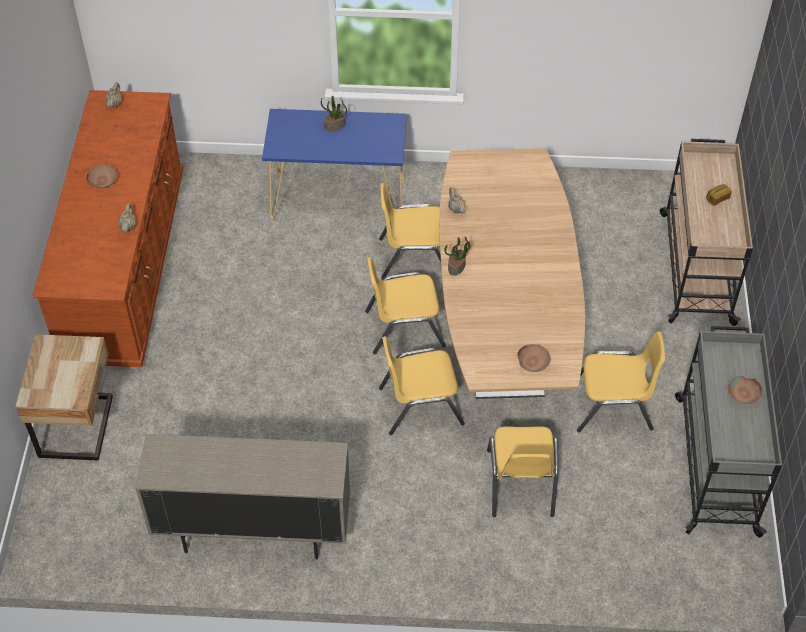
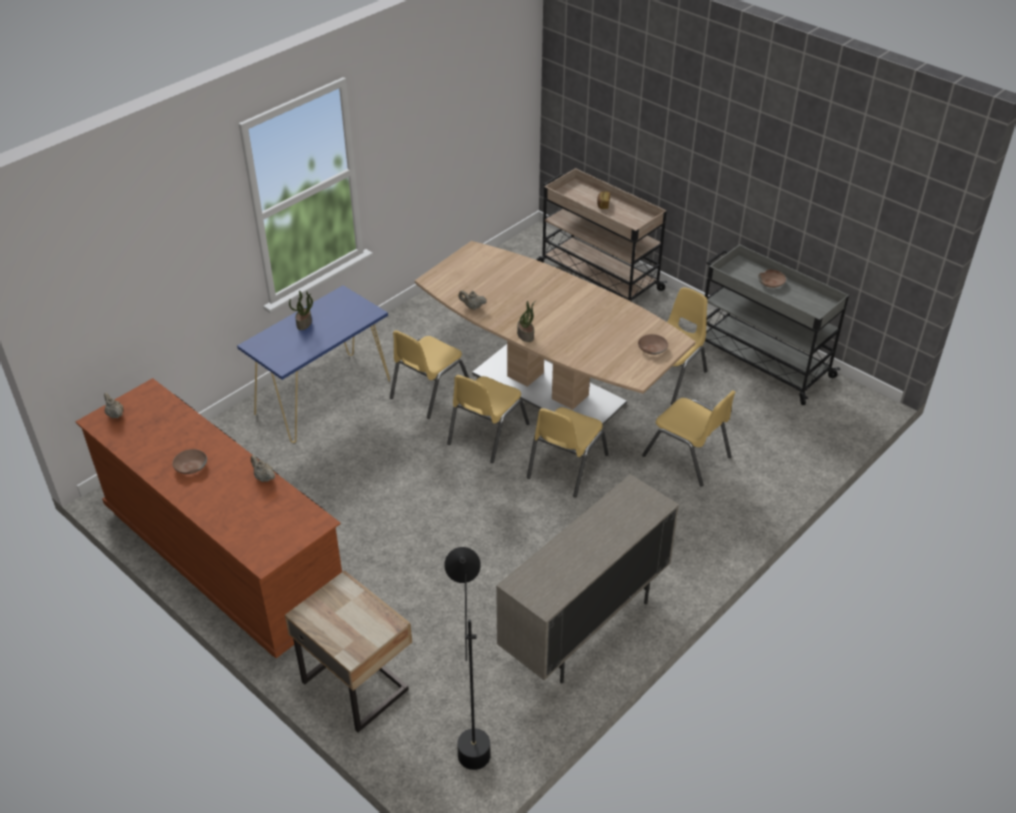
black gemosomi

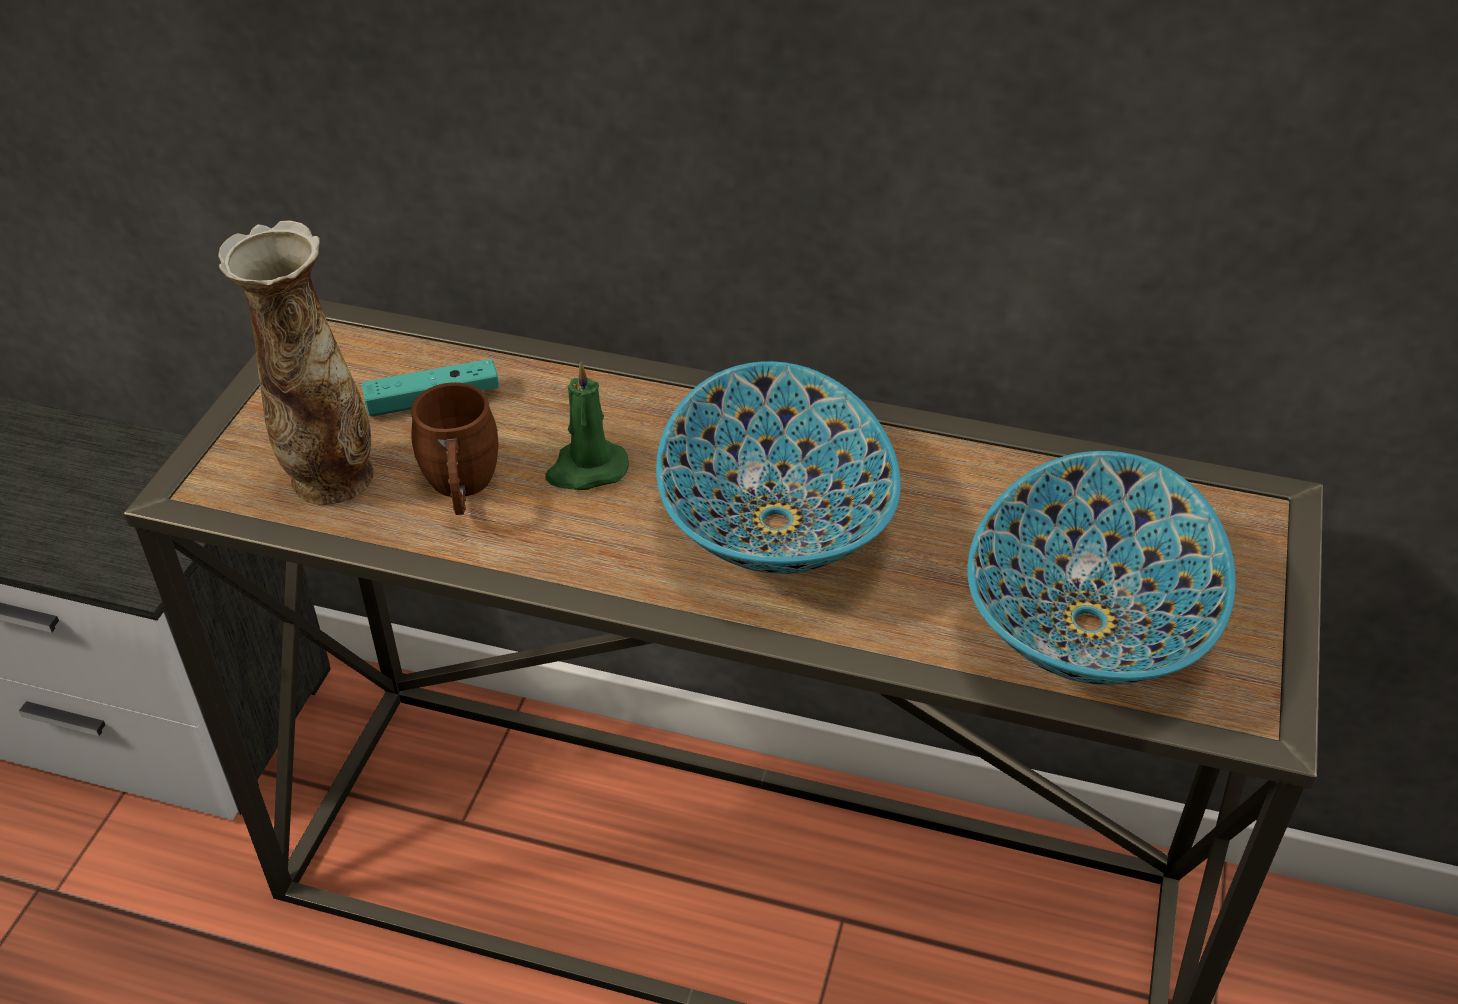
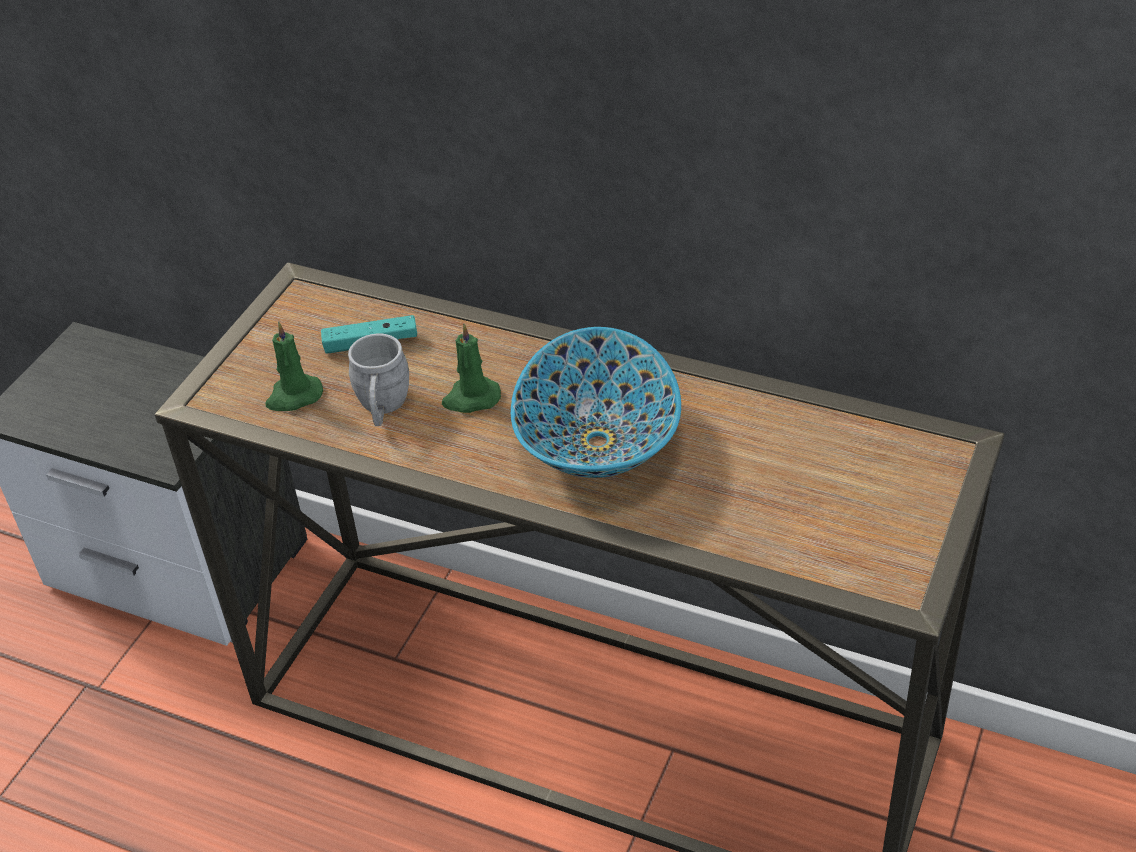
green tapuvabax (1st from left); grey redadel; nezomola (2nd from left in the first image)

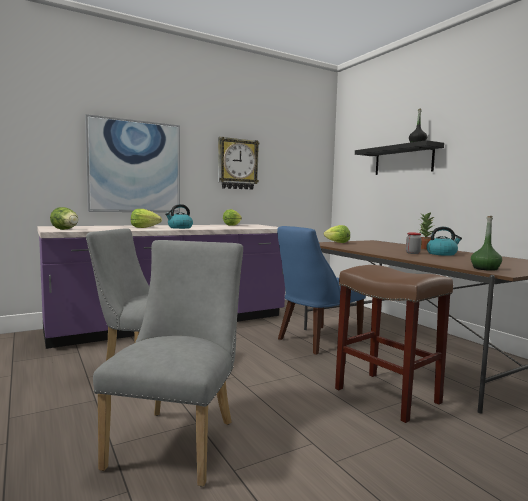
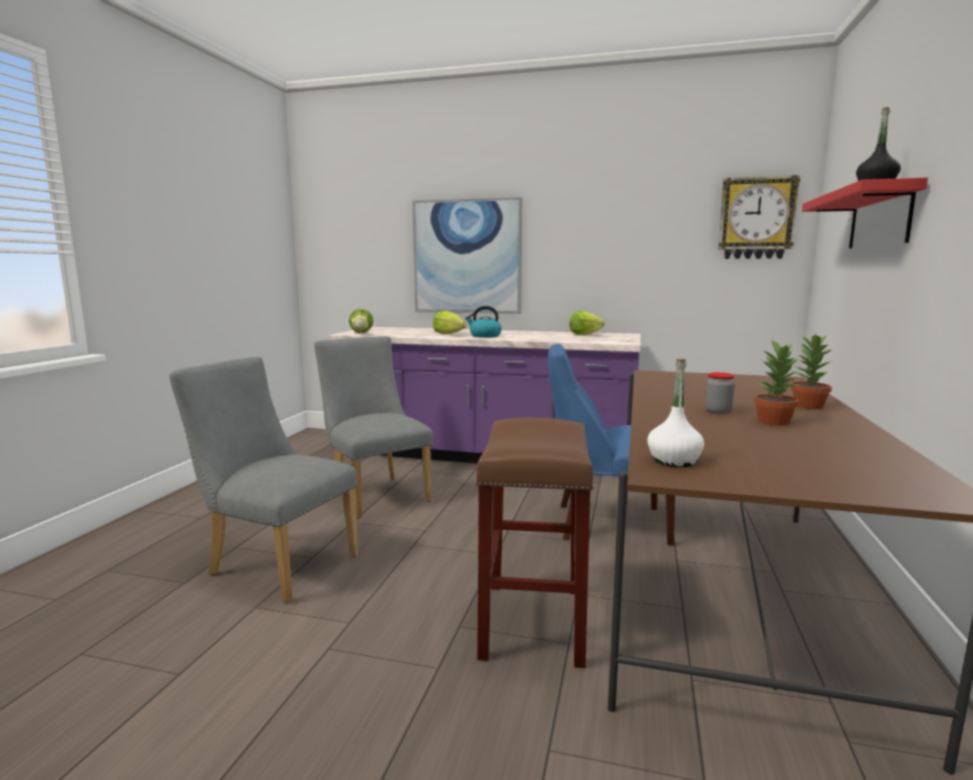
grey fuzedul (1st from left); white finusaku; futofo; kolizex (1st from left); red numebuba; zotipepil (4th from left in the first image)

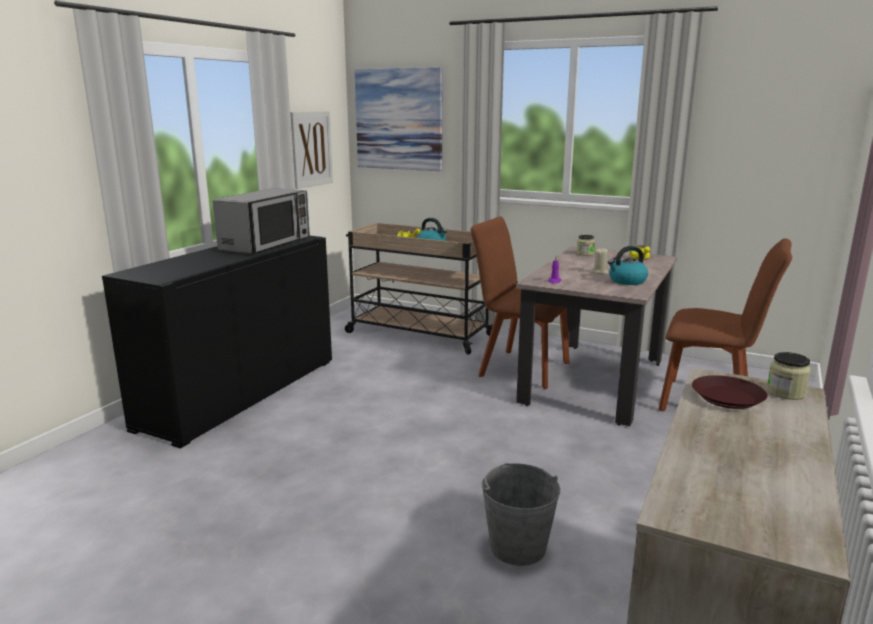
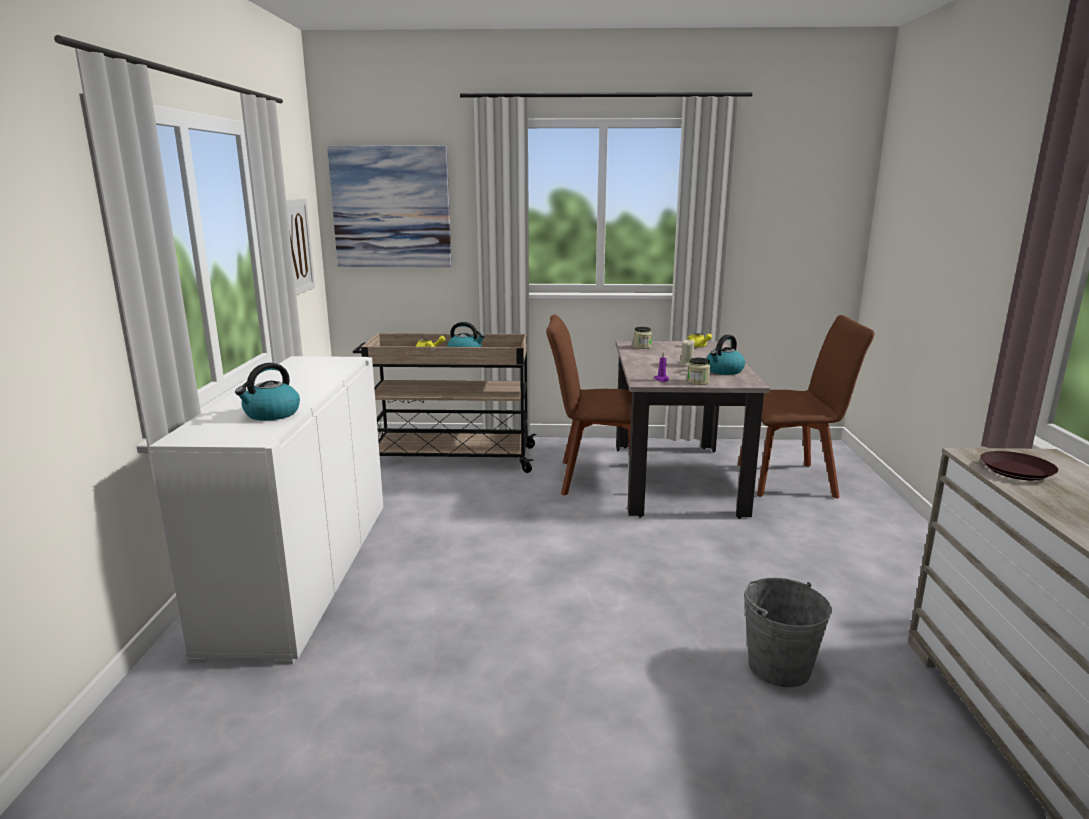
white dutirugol; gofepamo (1st from left); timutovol (2nd from left); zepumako

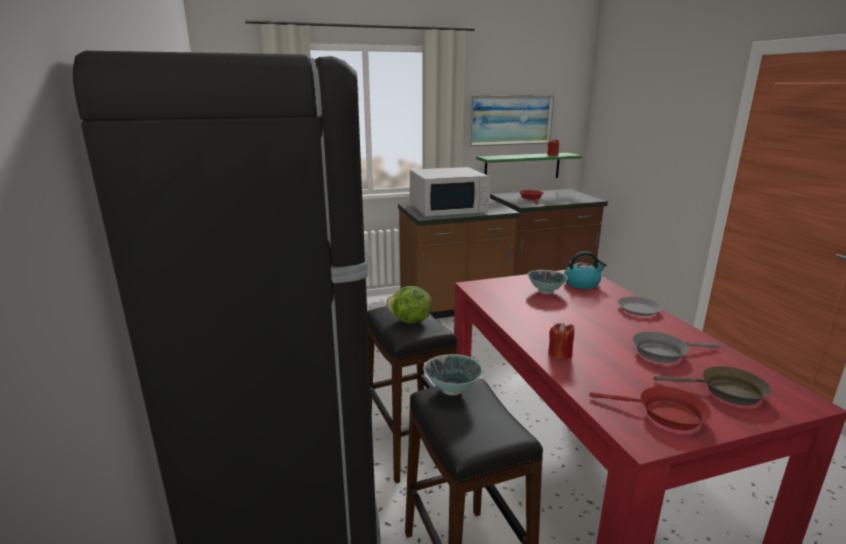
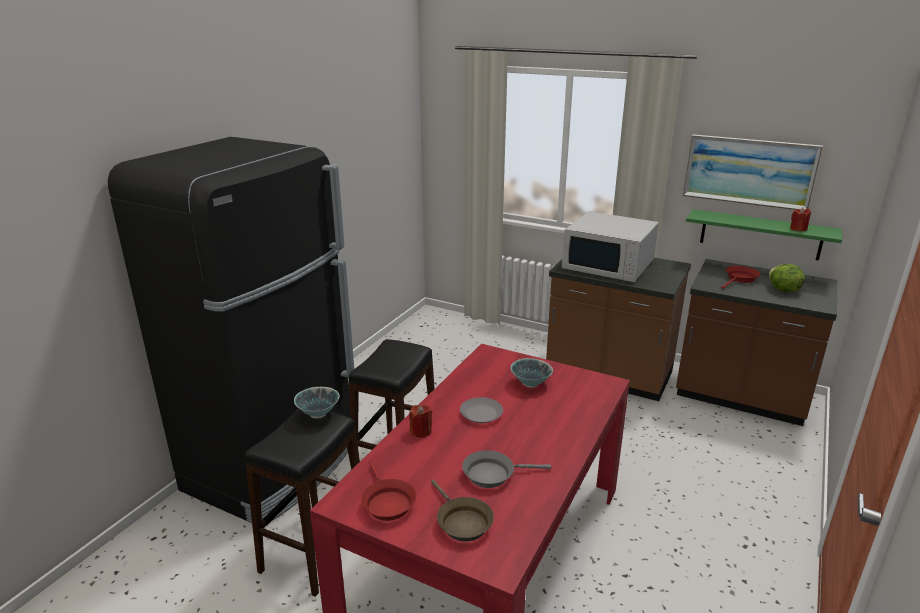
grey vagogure; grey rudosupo; zotipepil; gofepamo

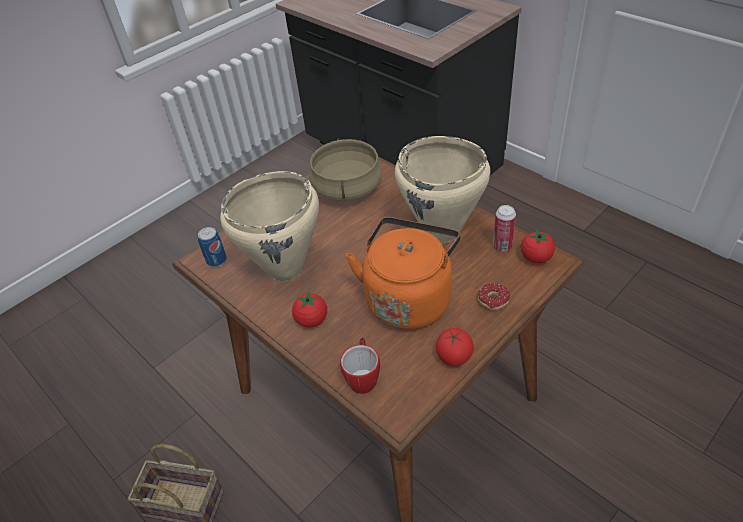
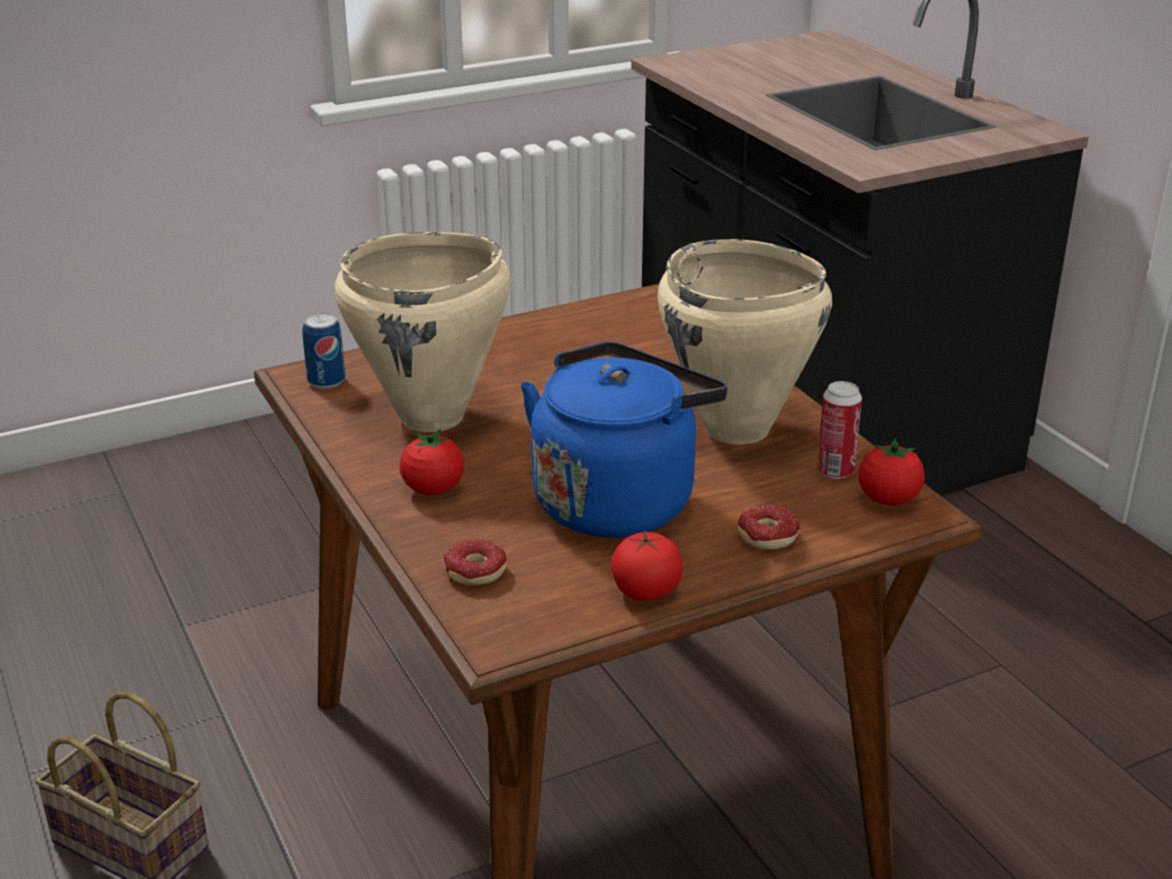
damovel (1st from left); blue gofepamo; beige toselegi (2nd from left in the first image)

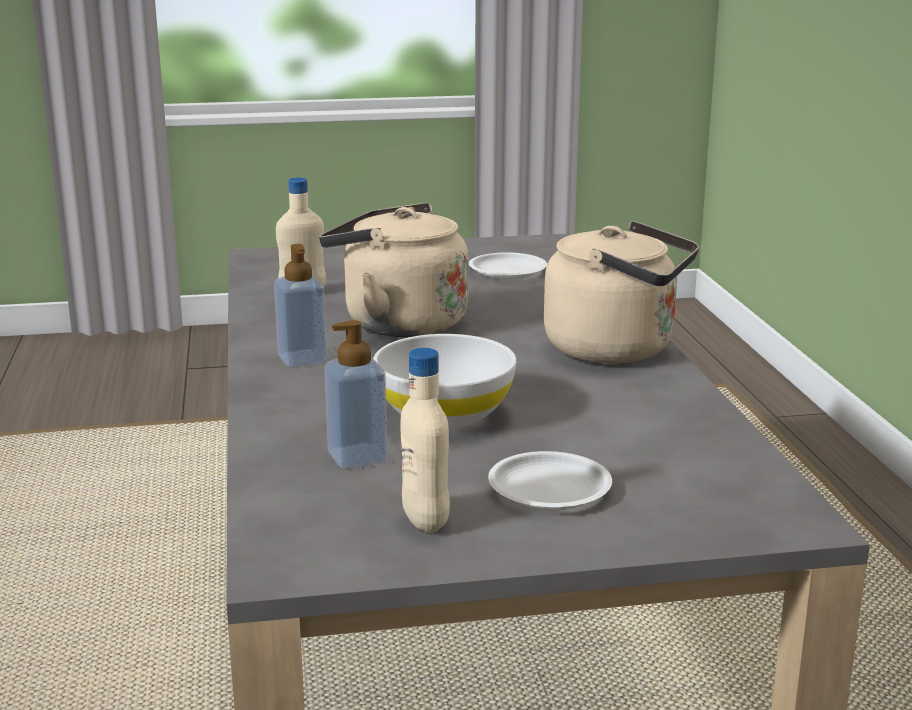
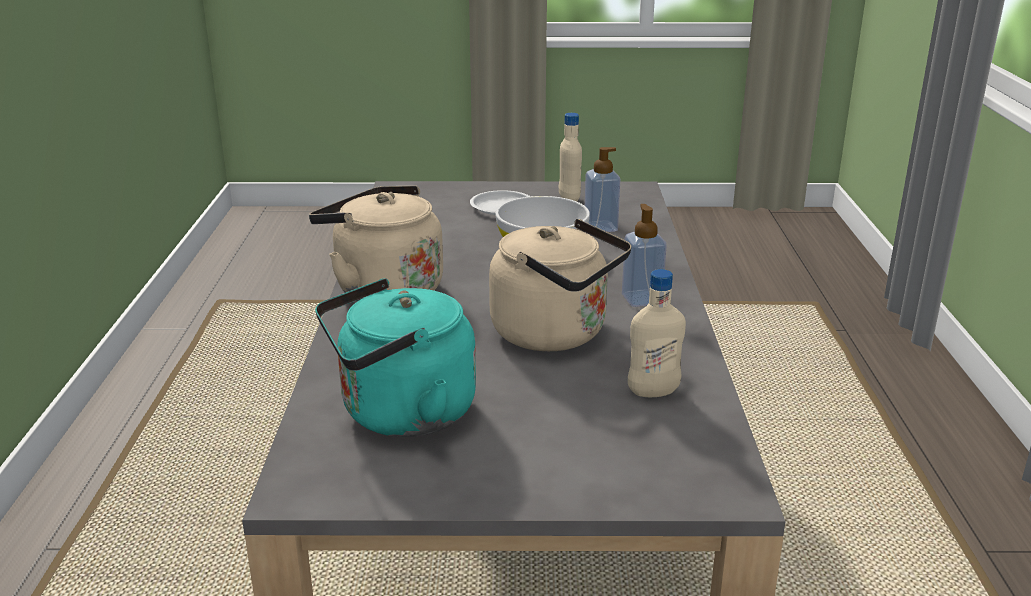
turquoise gofepamo

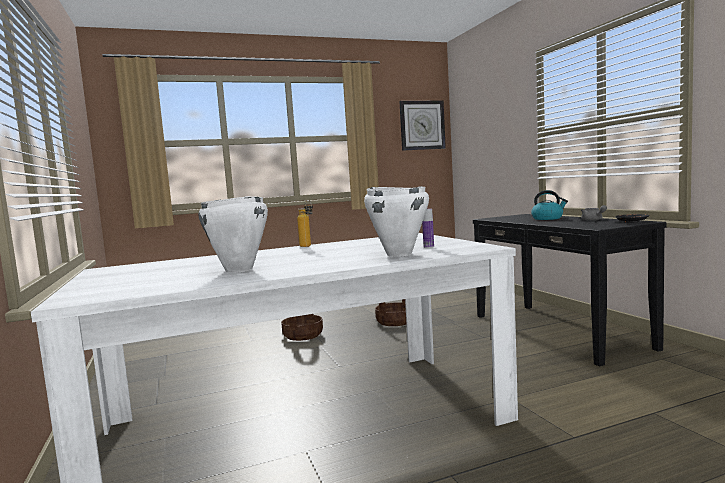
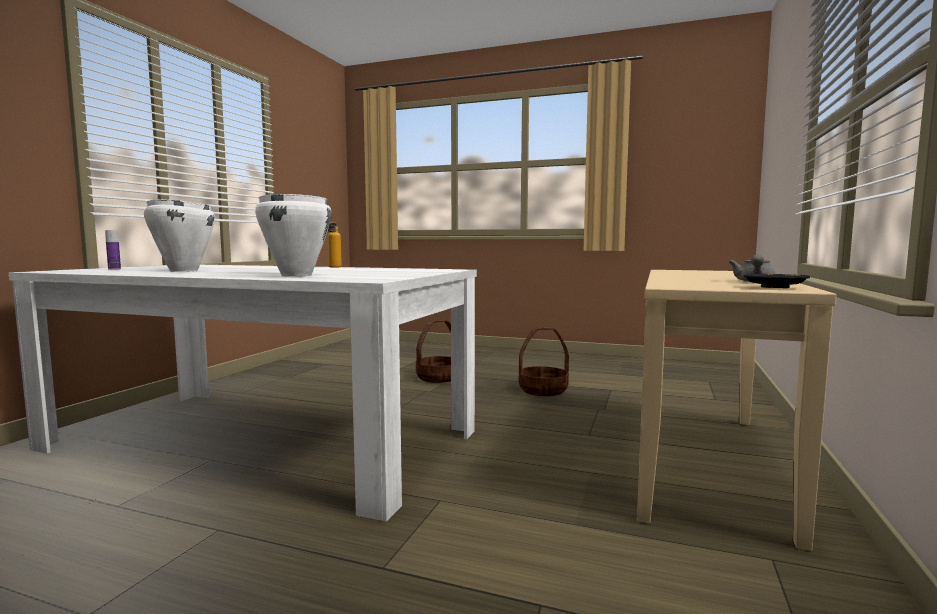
finusaku (1st from left); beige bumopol; futofo; gofepamo

